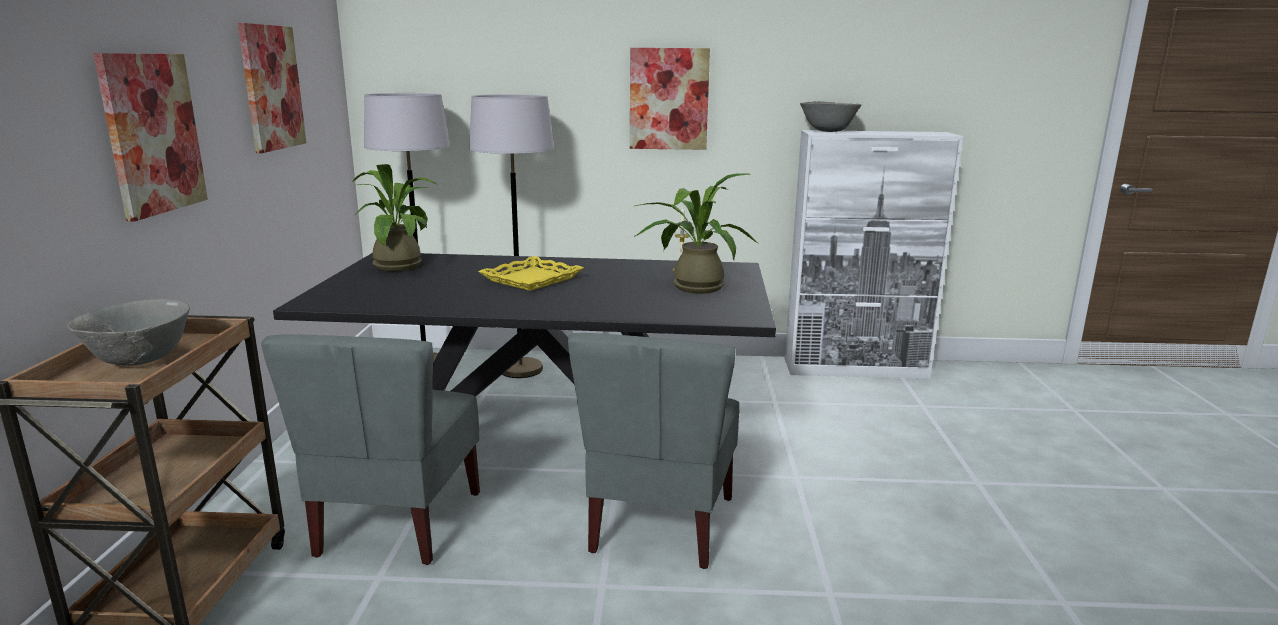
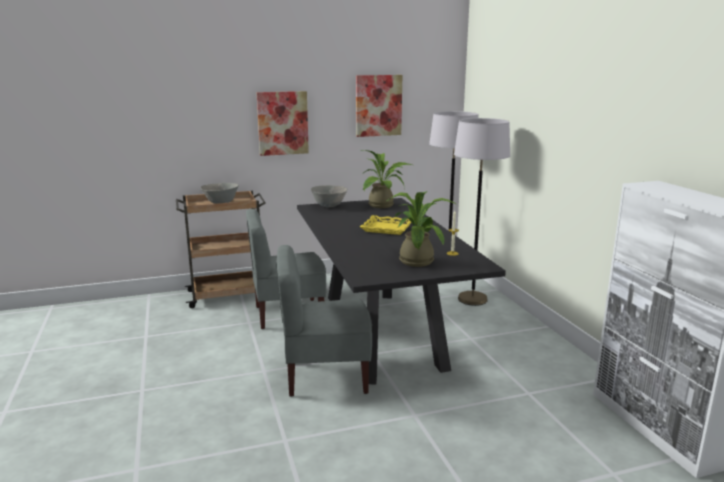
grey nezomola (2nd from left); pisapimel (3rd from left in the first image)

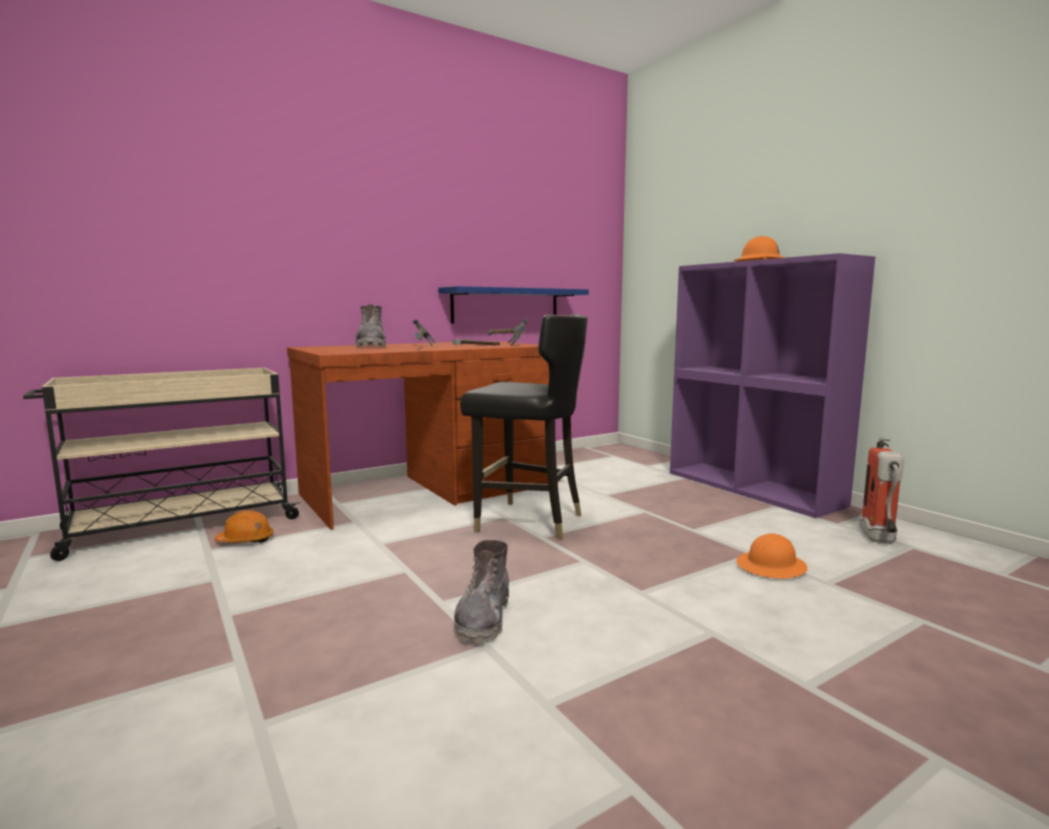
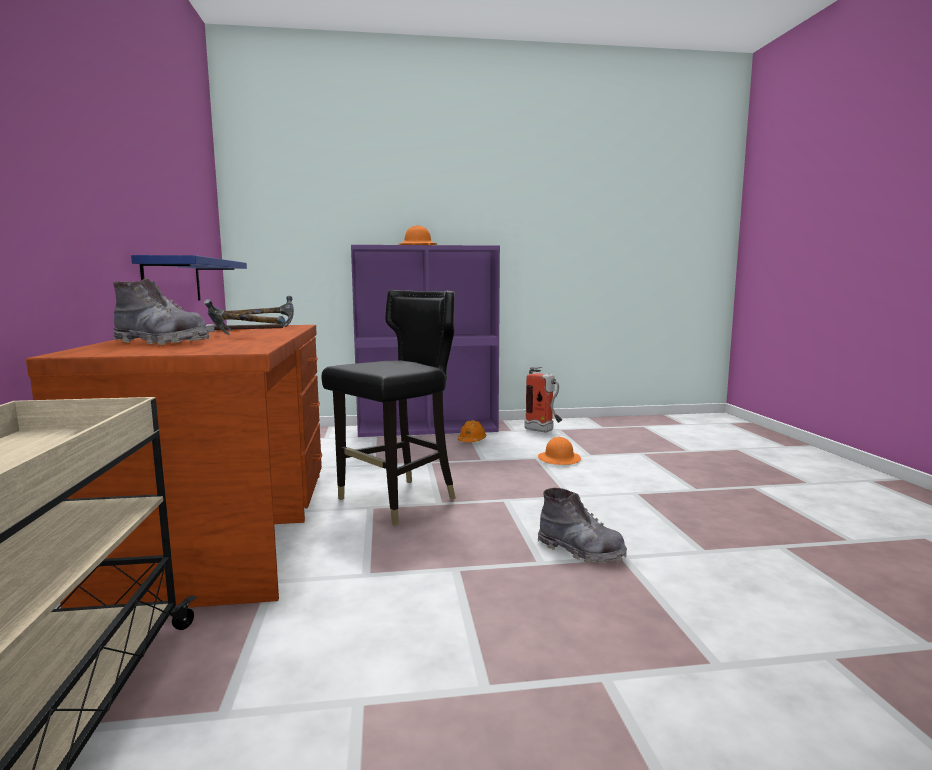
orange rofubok (2nd from left)

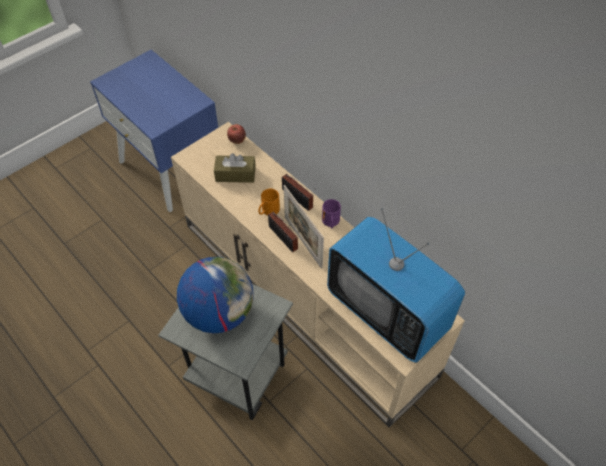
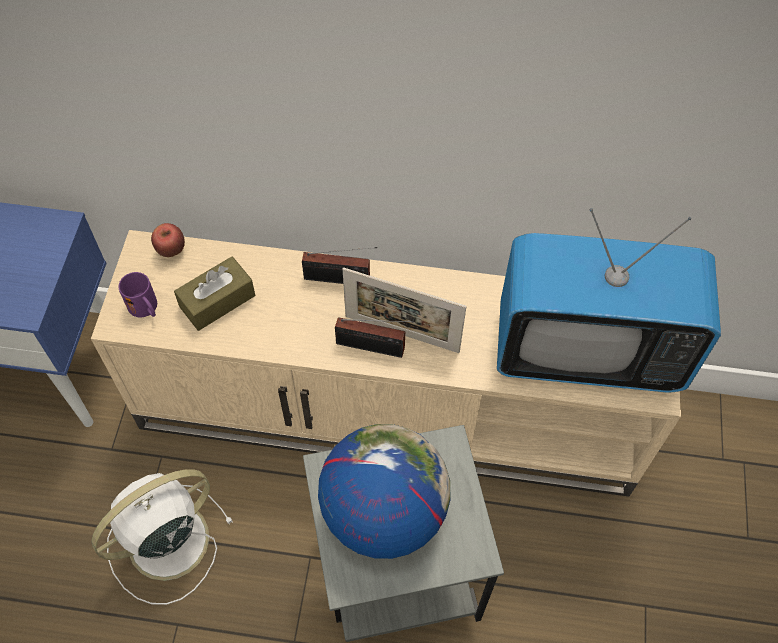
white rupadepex; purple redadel; orange redadel

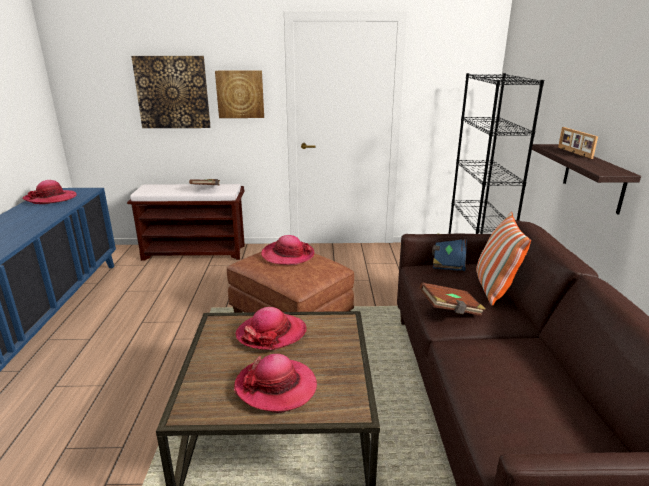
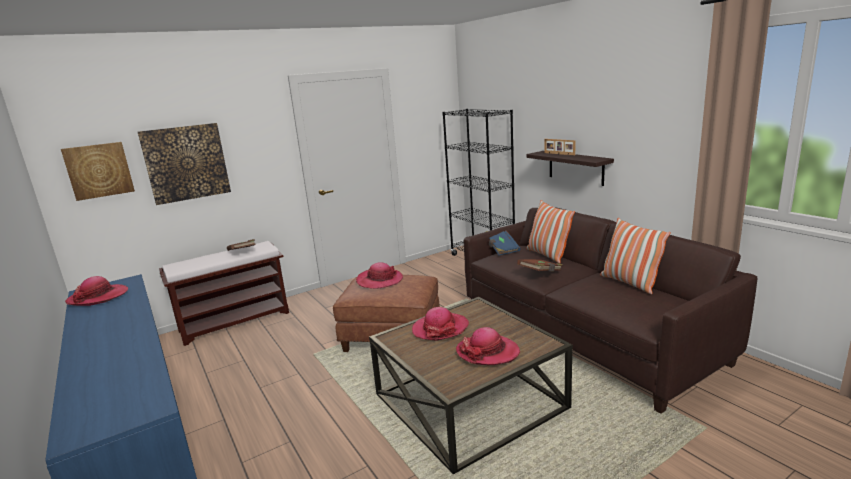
pisapimel (1st from left); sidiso (2nd from left)

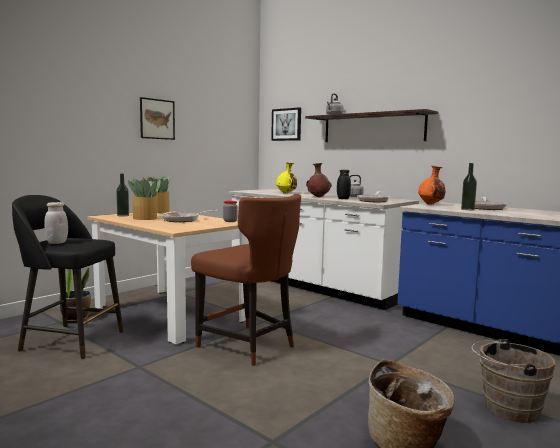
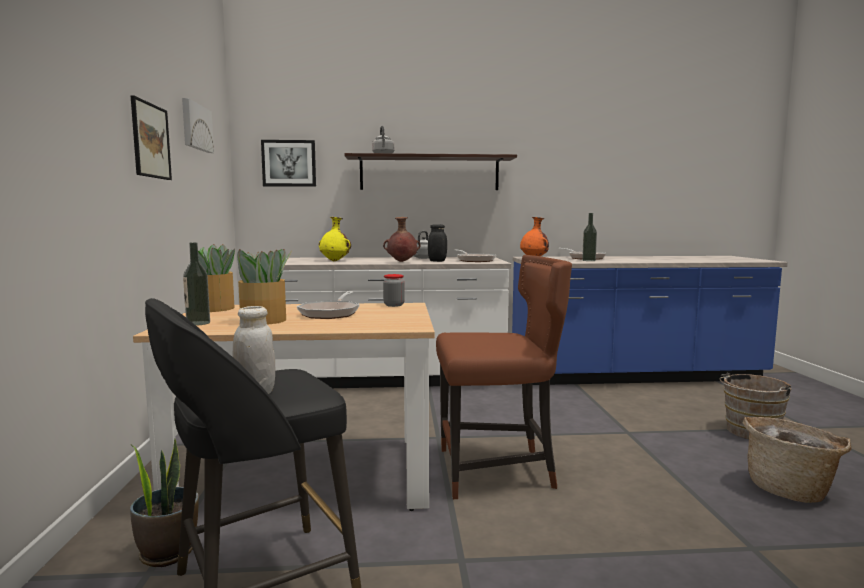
pisapimel (2nd from left)

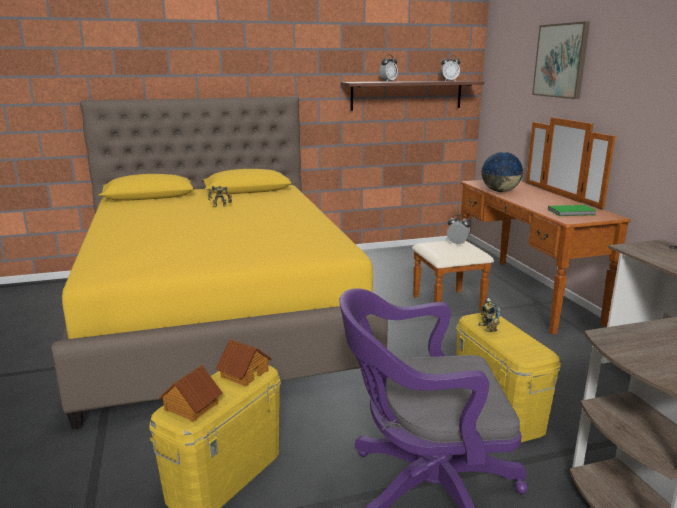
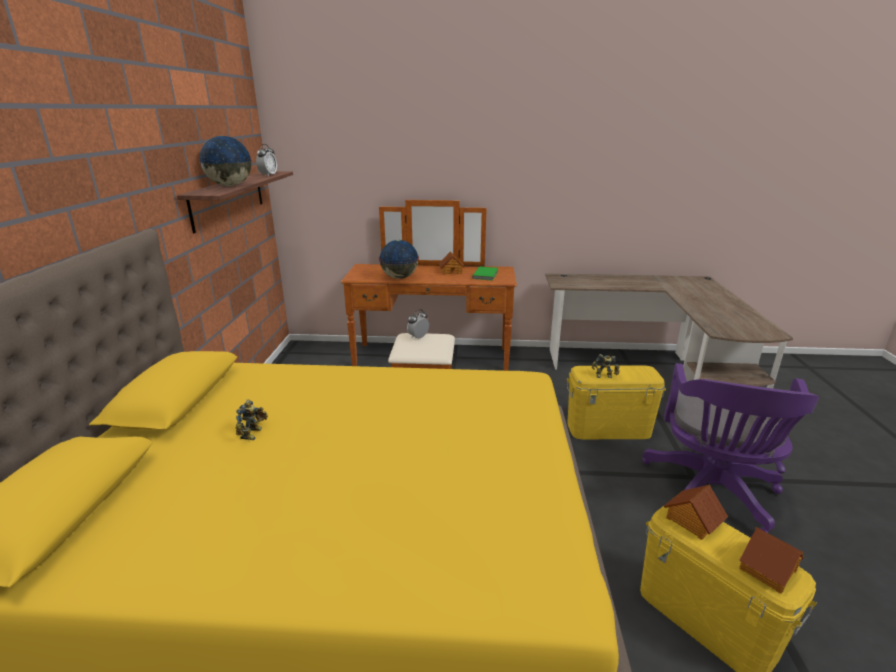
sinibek (1st from left); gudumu (1st from left); pisapimel

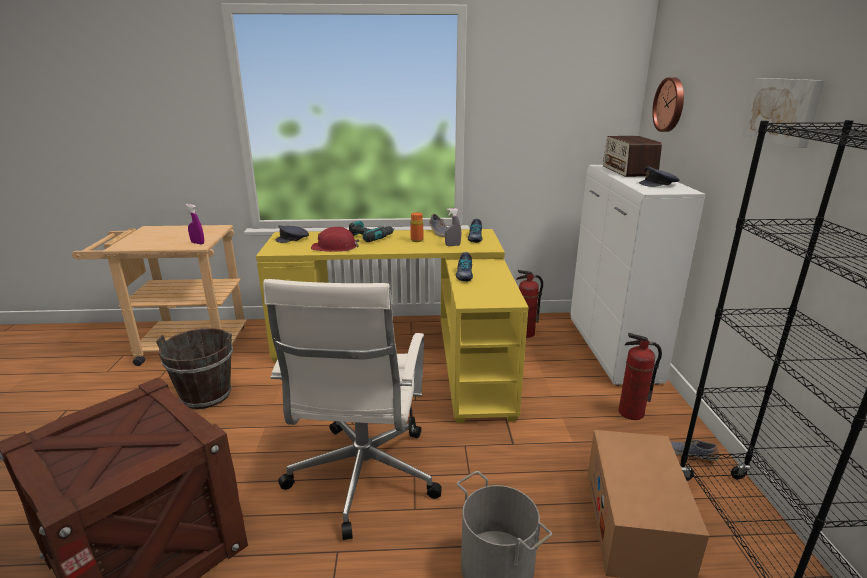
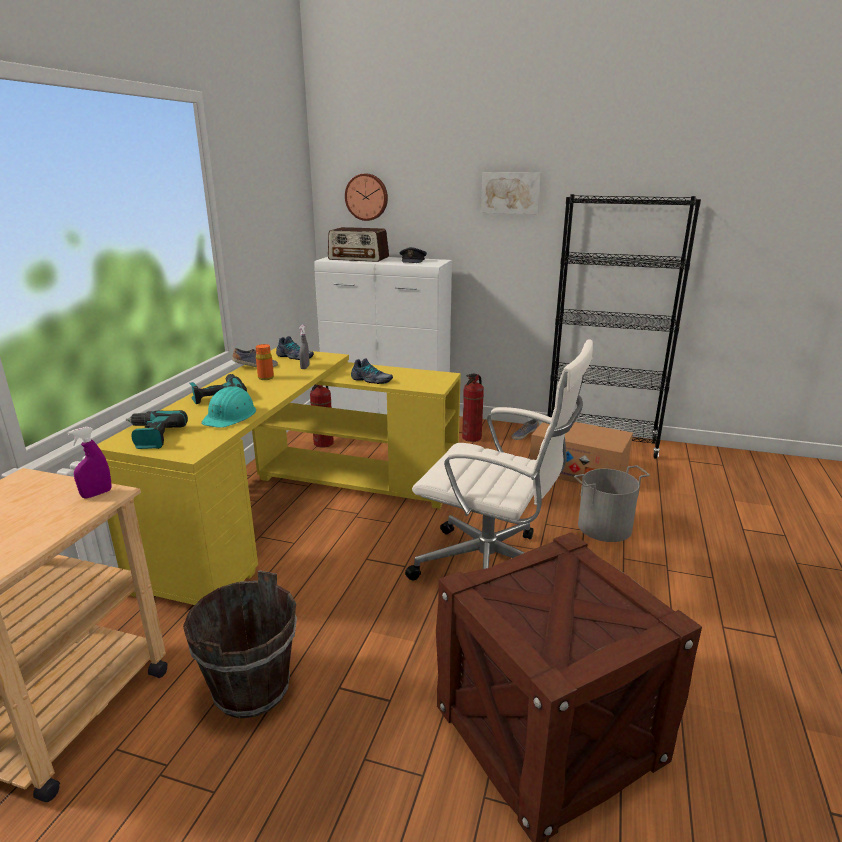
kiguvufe (1st from left); turquoise rofubok

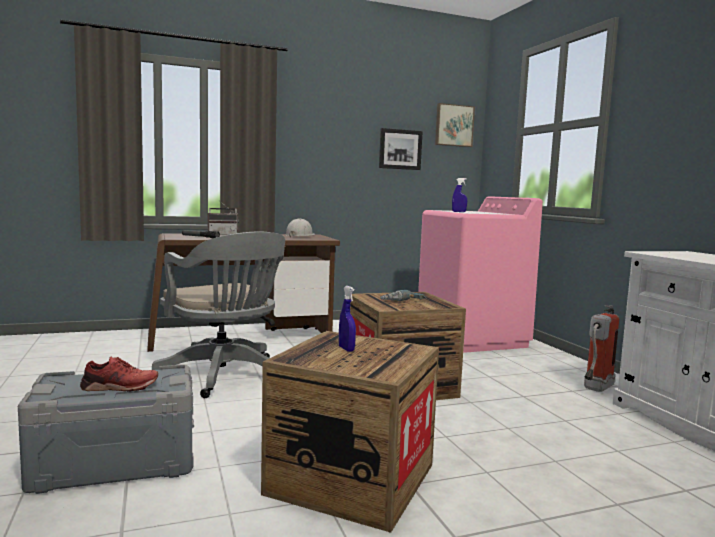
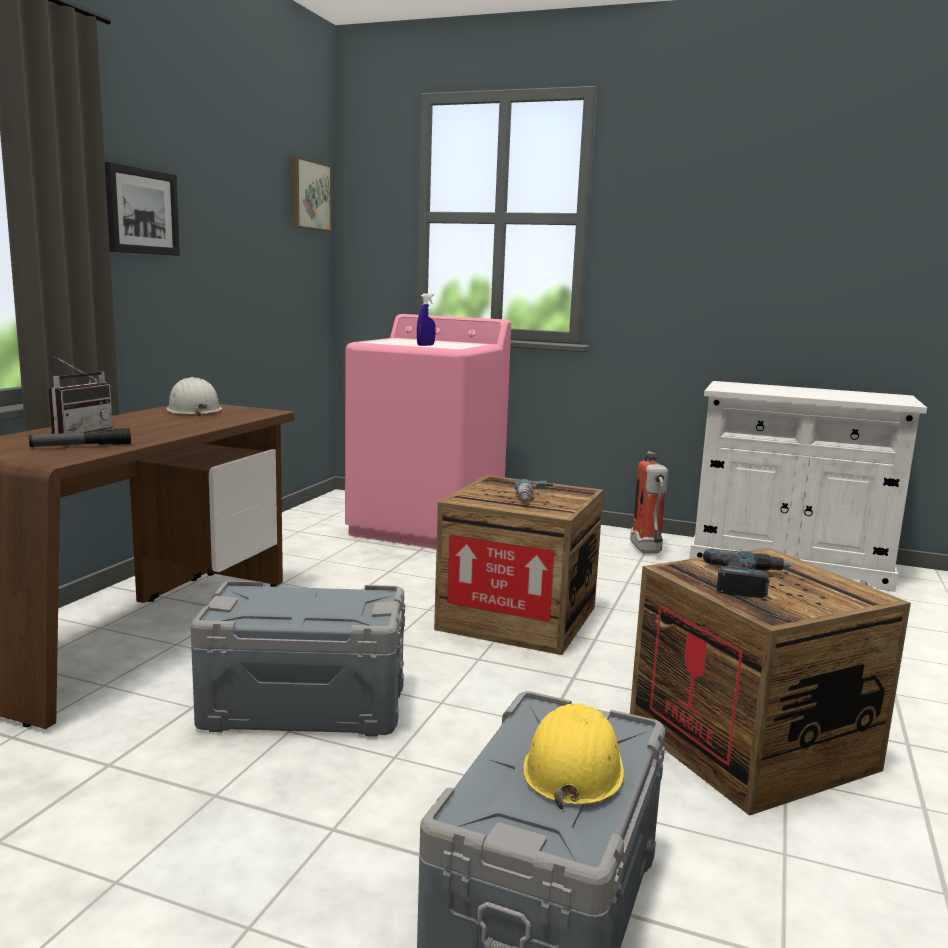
pisapimel (1st from left); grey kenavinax (1st from left); yellow rofubok; kiguvufe (2nd from left)

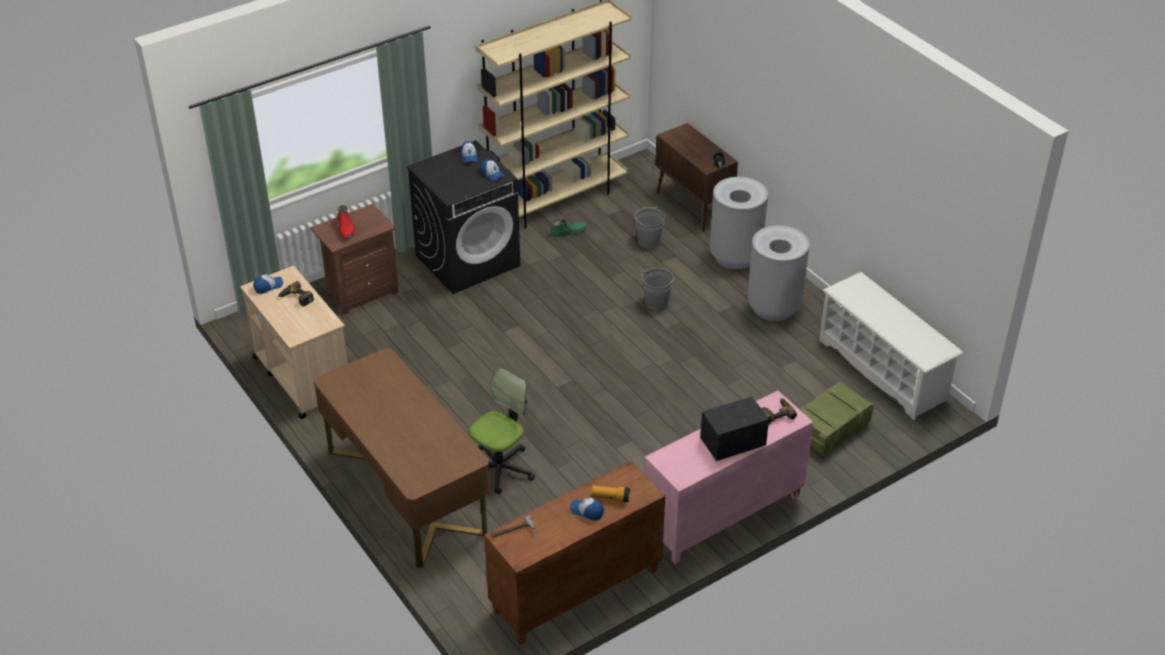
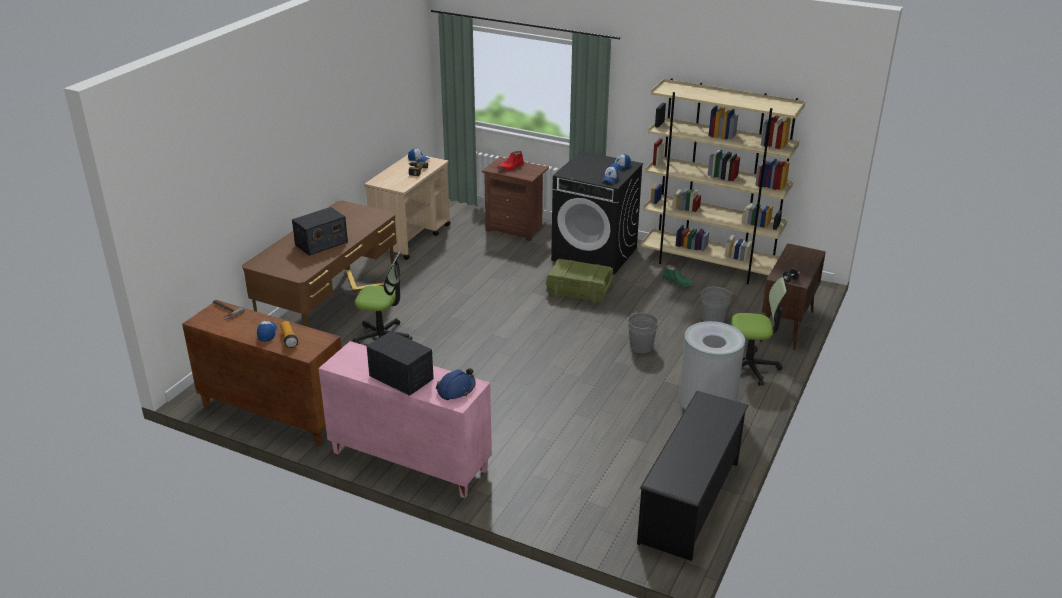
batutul (1st from left); blue rofubok; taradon; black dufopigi; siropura (2nd from left)

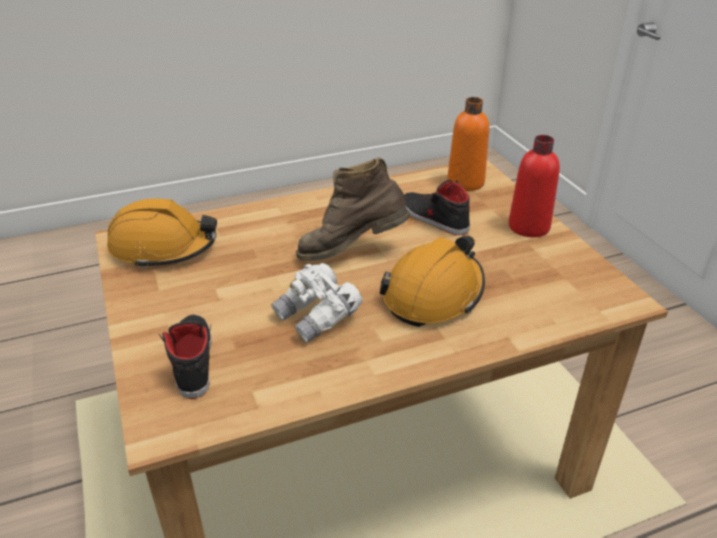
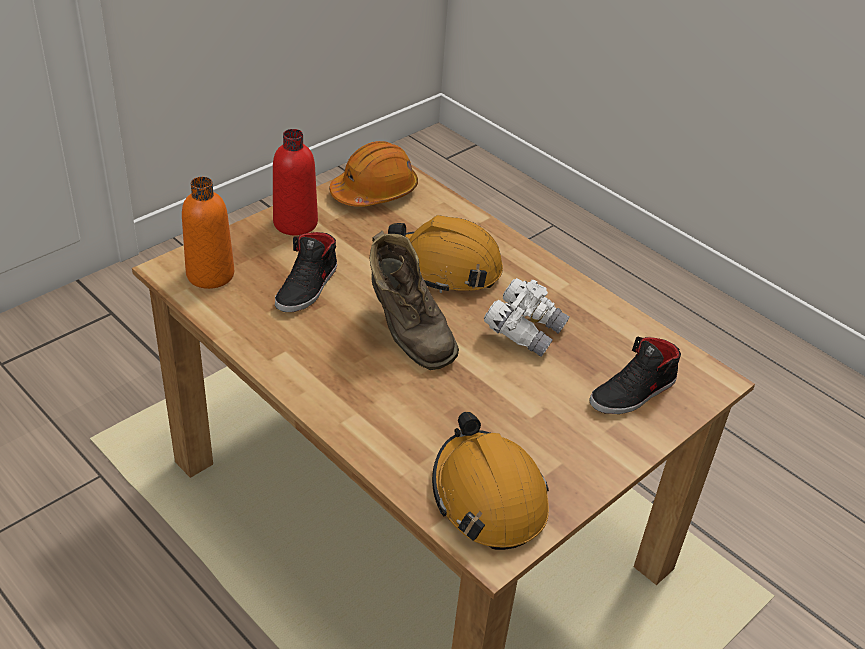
orange rofubok (1st from left)

